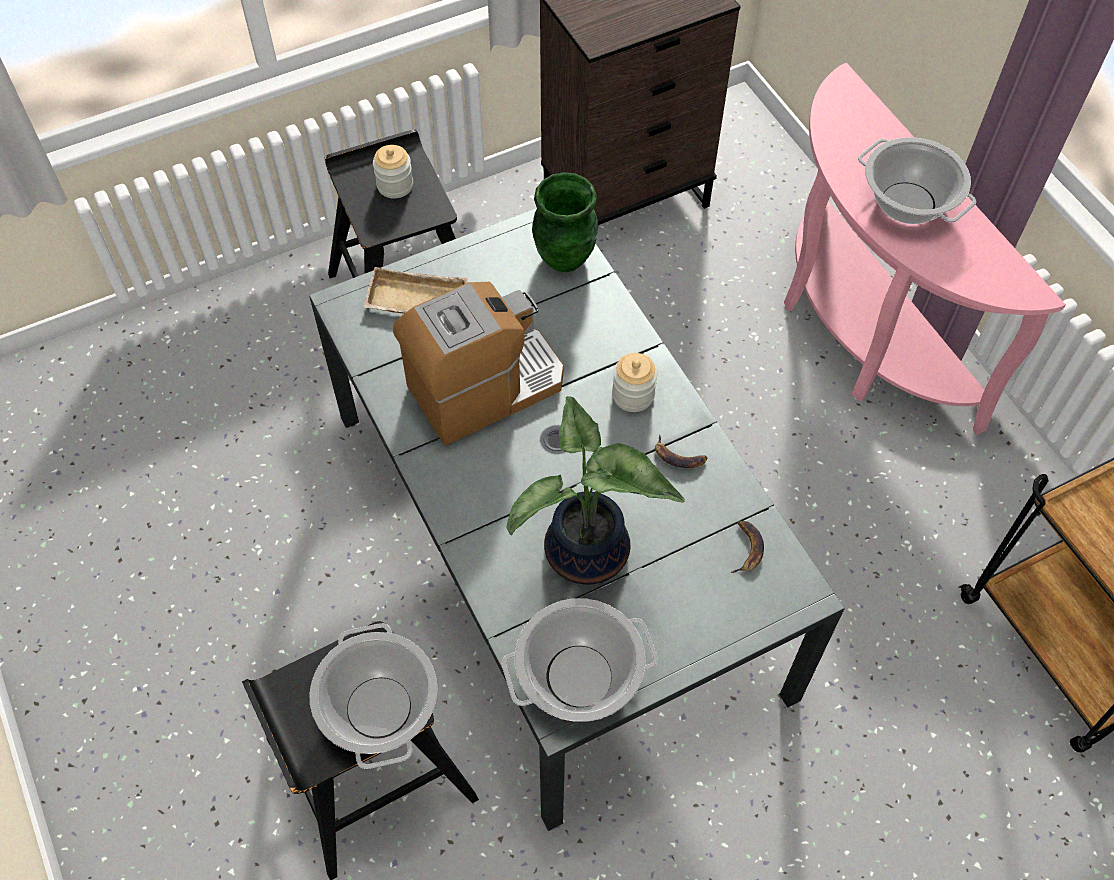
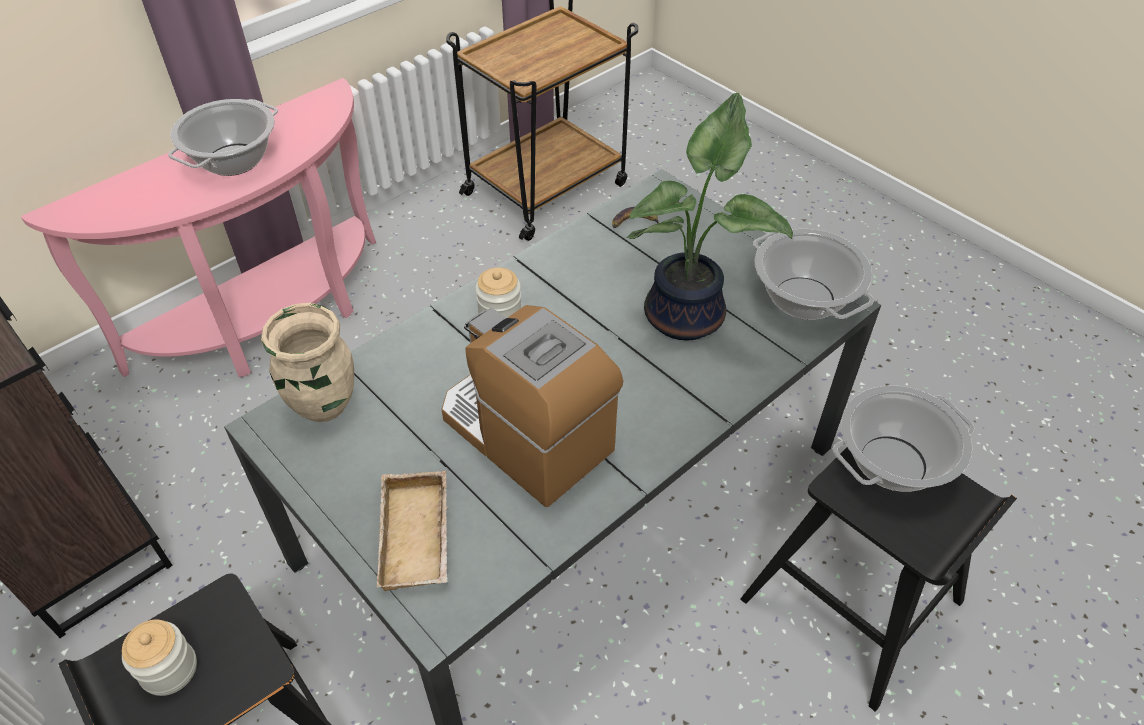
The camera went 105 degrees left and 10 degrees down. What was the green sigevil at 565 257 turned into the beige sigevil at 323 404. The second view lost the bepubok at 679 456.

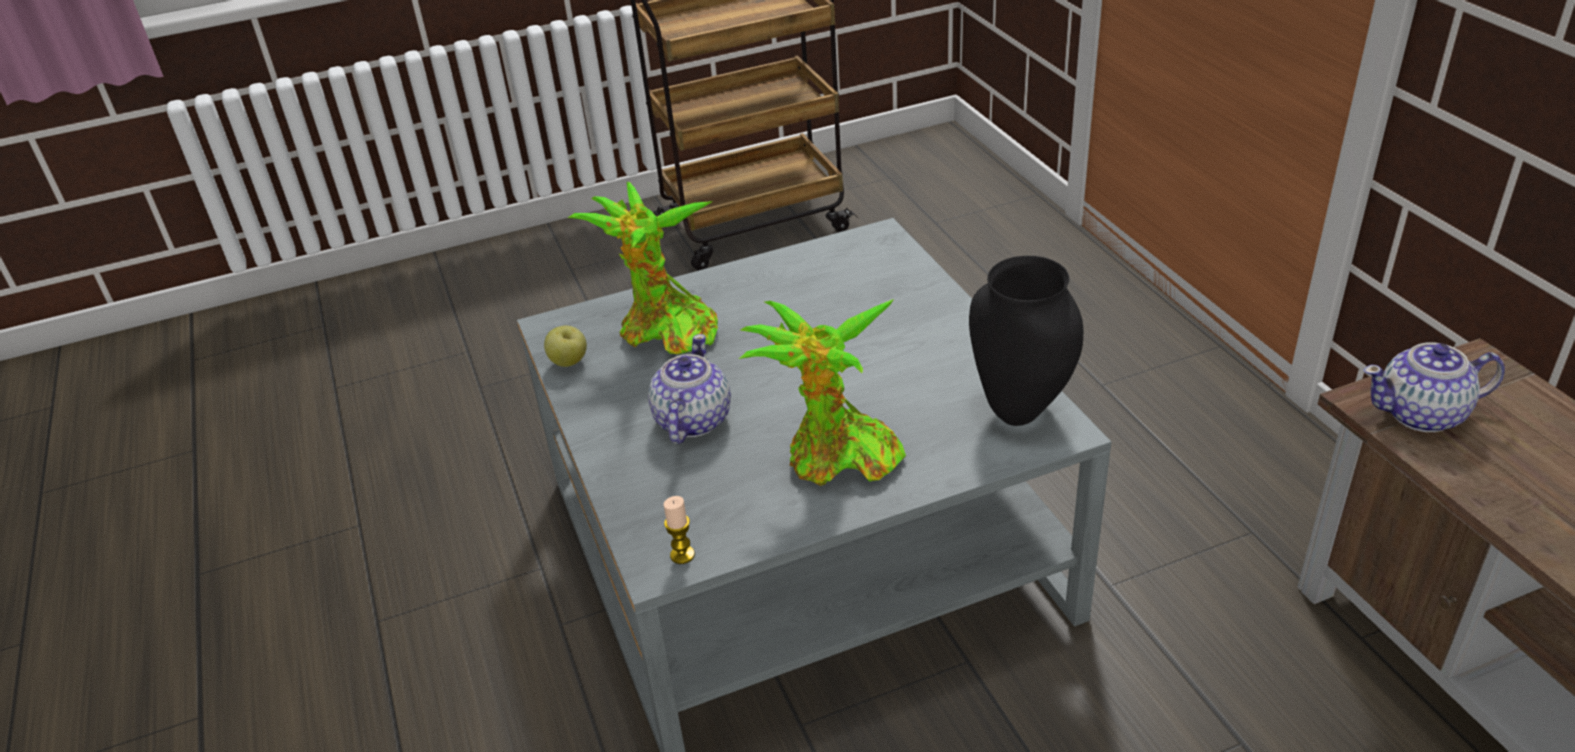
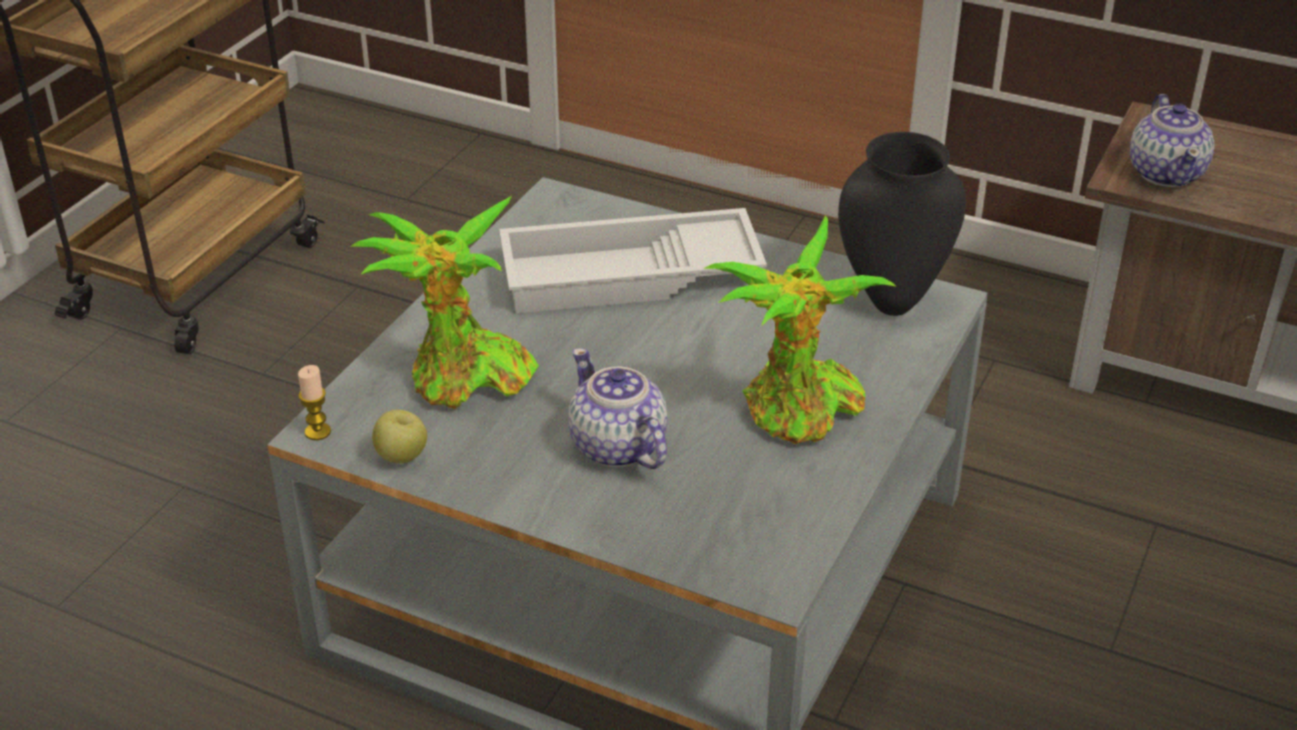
The camera went 45 degrees left and 0 degrees up. The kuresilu ended up elsewhere, having gone from 682 555 to 318 432. The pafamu at 1422 414 ended up facing another way, 45 degrees counterclockwise from before. The second view gained the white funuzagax at 629 277.

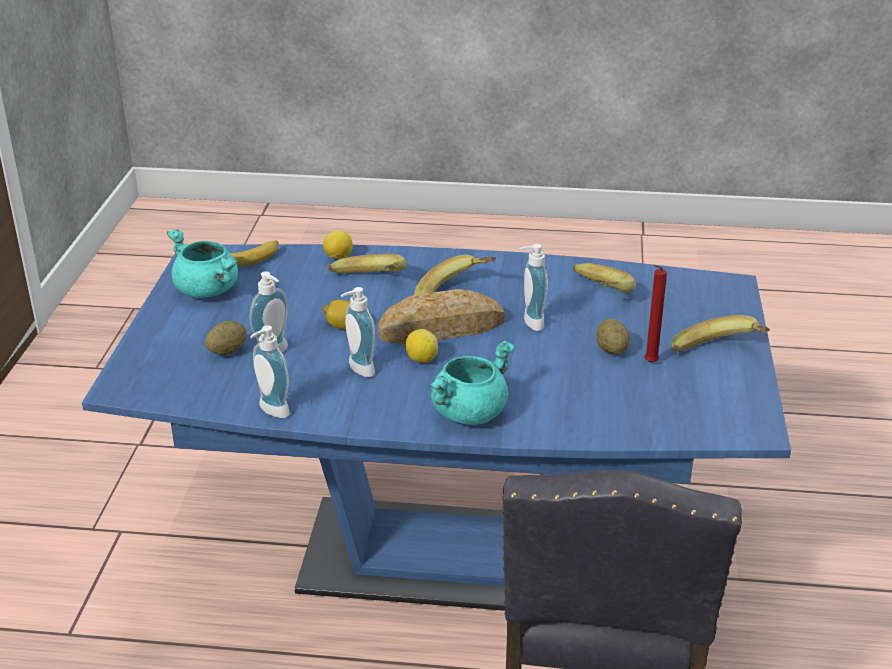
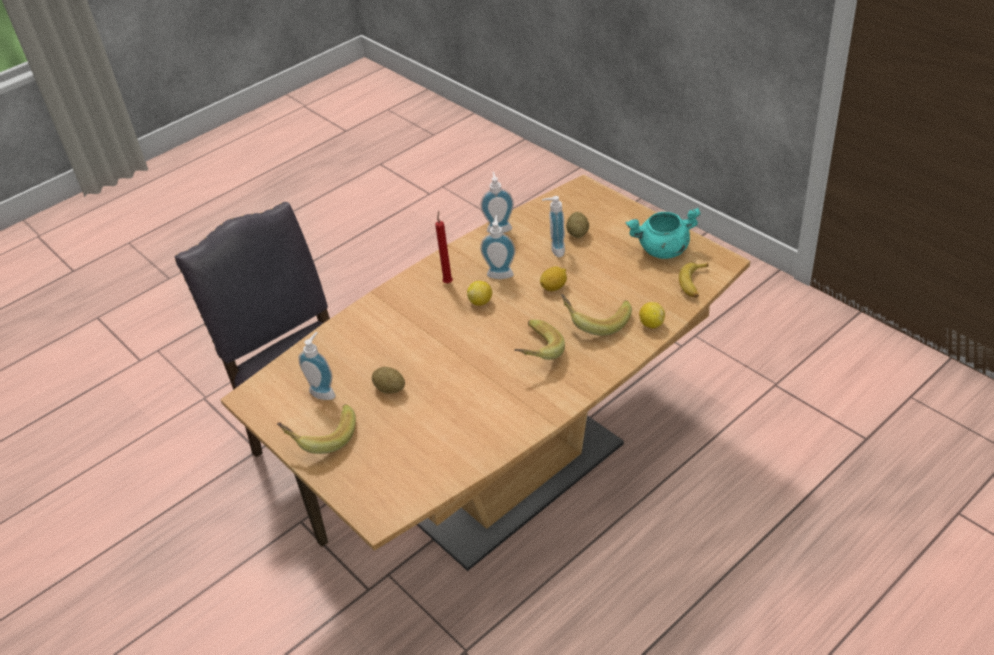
The camera went 135 degrees right and 10 degrees up. What was the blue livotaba at 445 557 turned into the brown livotaba at 512 476. The second view lost the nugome at 441 328. The second view lost the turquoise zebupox at 469 412. The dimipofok ended up elsewhere, having gone from 529 322 to 324 391. The second view lost the bepubok at 596 296. The red kuresilu ended up elsewhere, having gone from 649 363 to 448 282.

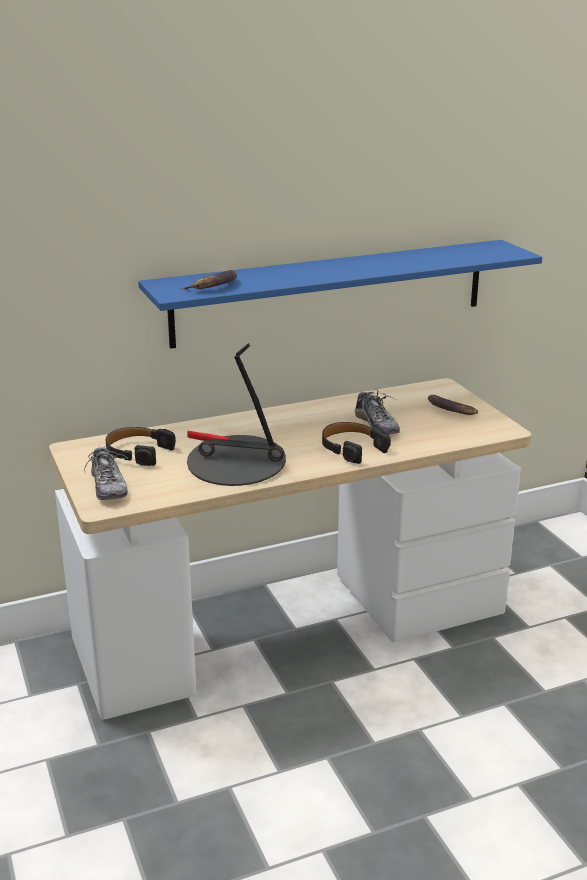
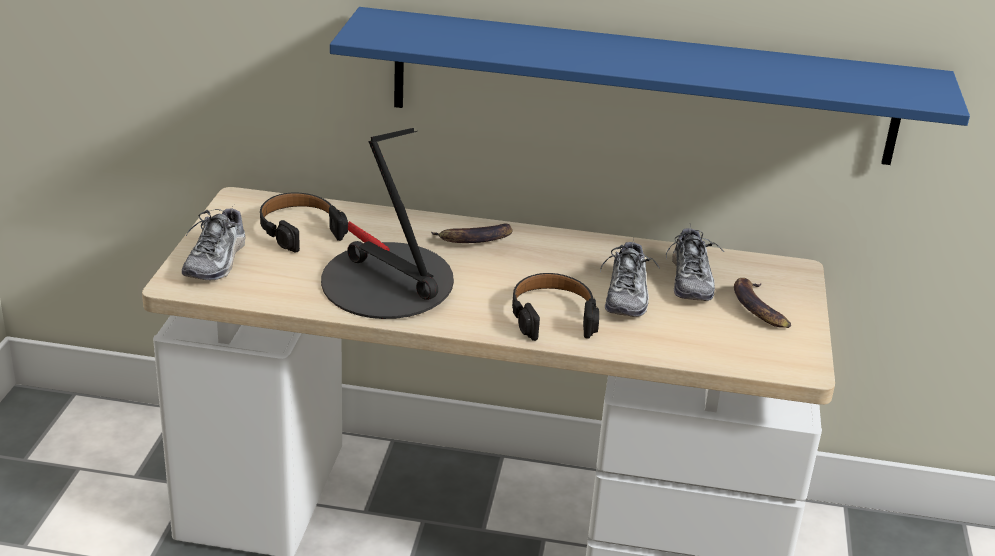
The camera went 30 degrees right and 5 degrees up. The bepubok ended up elsewhere, having gone from 215 286 to 474 240. The second view gained the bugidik at 690 281.

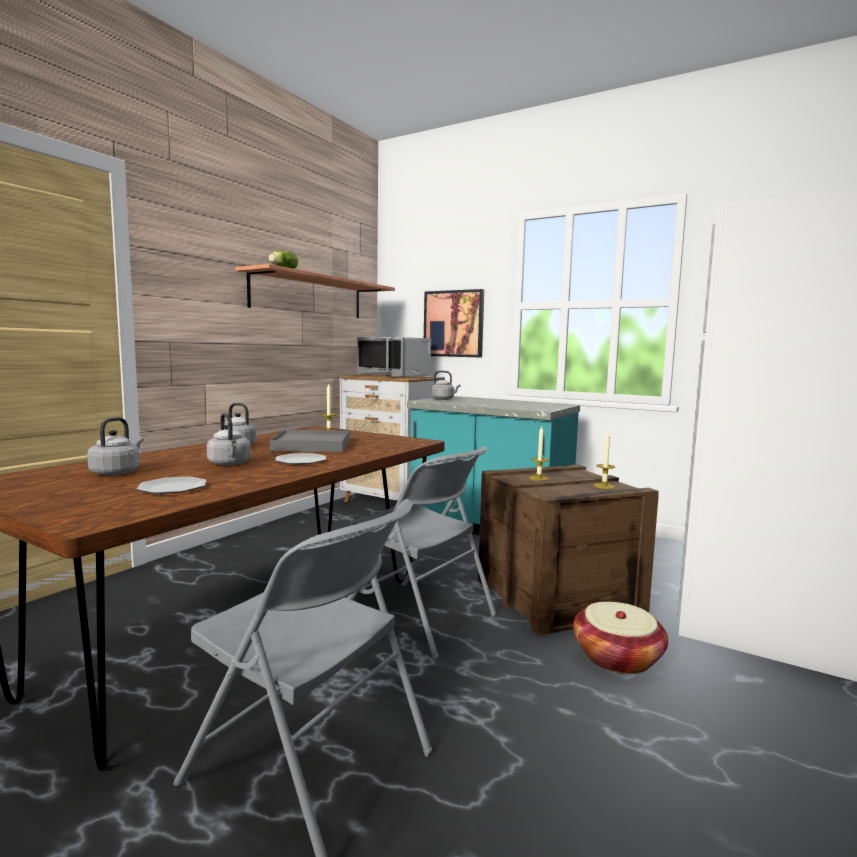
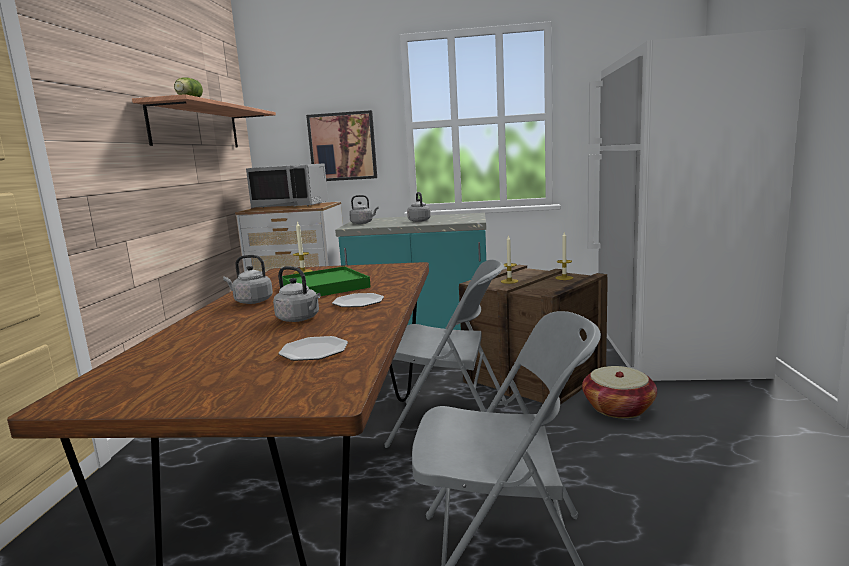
The camera went 25 degrees left and 5 degrees up. The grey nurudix ended up elsewhere, having gone from 117 472 to 419 221. What was the grey funuzagax at 312 445 turned into the green funuzagax at 325 287.

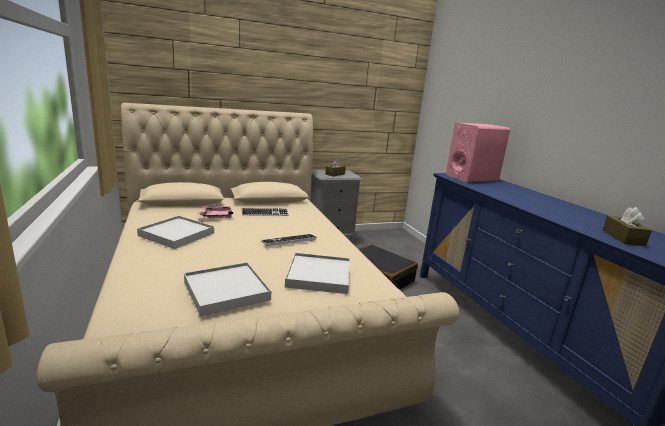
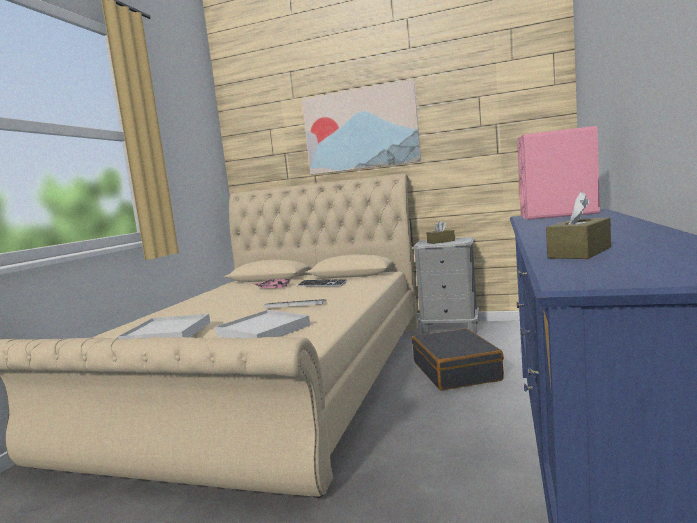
The camera went 40 degrees right and 10 degrees down. The second view lost the white funuzagax at 177 234. The second view gained the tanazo at 361 129.

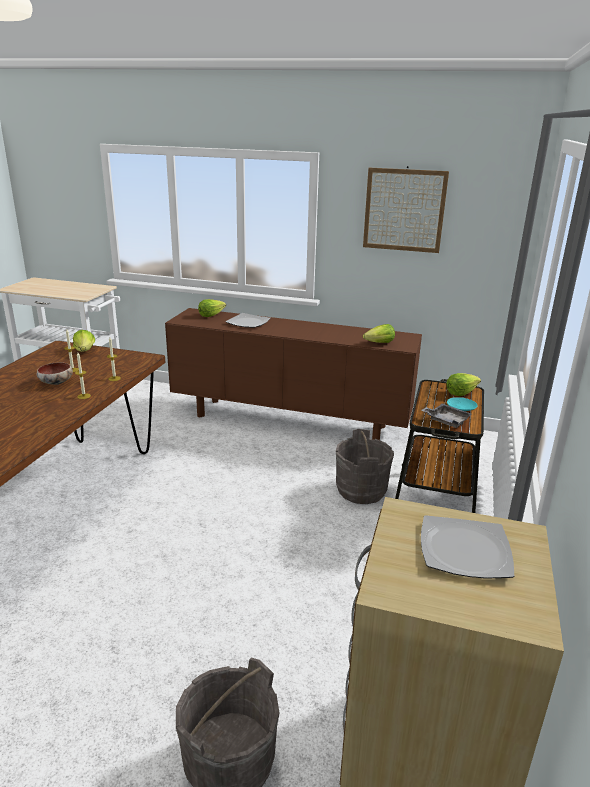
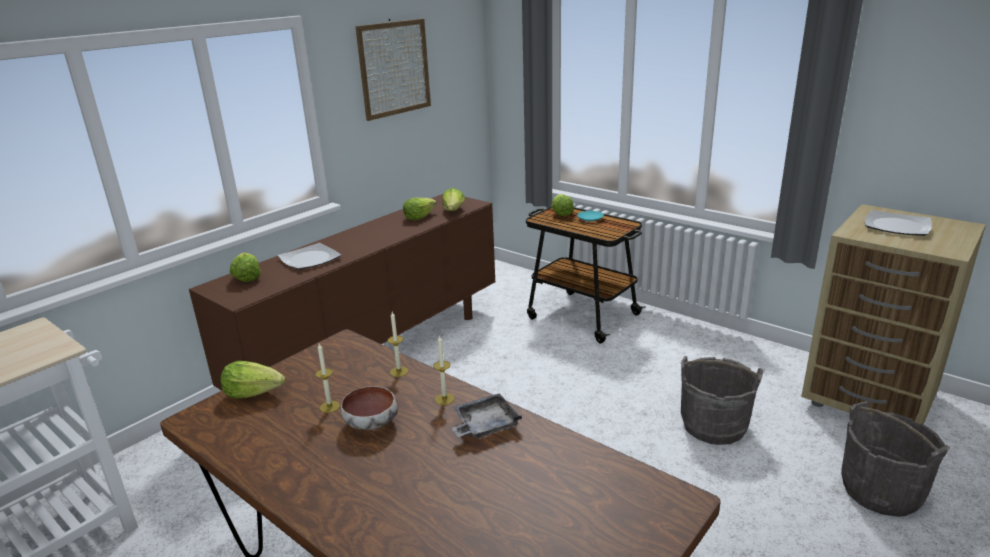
The camera went 65 degrees left and 0 degrees up. The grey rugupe ended up elsewhere, having gone from 361 490 to 713 426. The grey funuzagax ended up elsewhere, having gone from 446 420 to 484 425. The second view gained the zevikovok at 419 217.

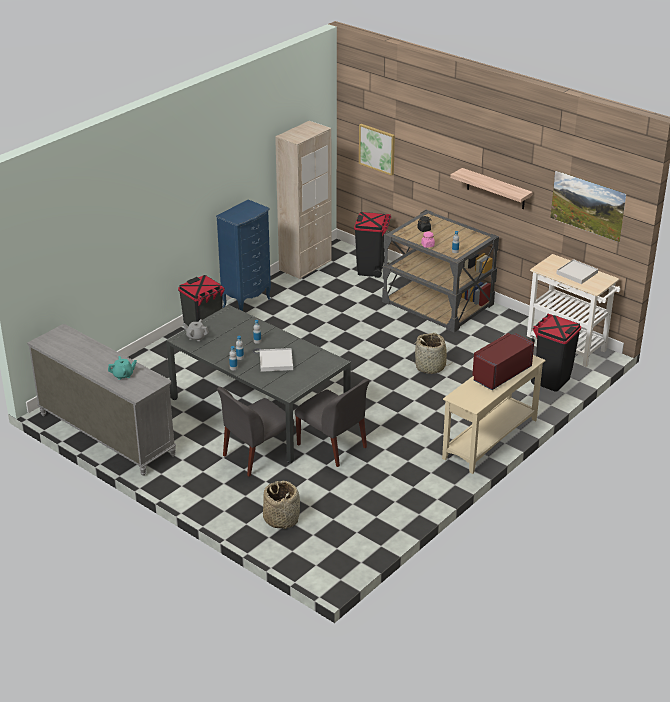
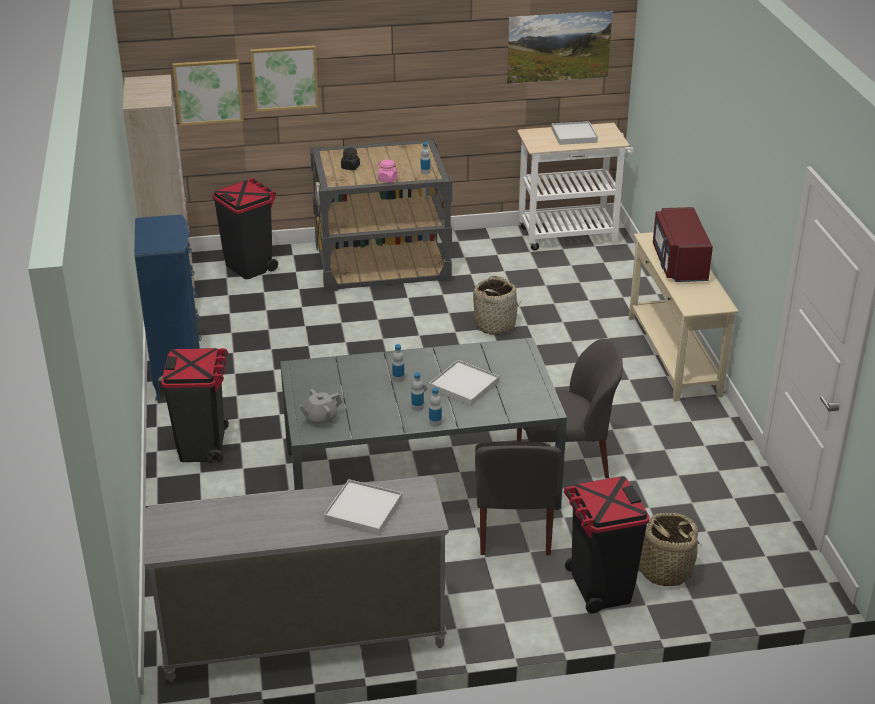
The camera went 50 degrees left and 0 degrees up. Where the turquoise pafamu stood at 123 375, the white funuzagax came to stand at 363 510. The second view lost the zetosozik at 496 189. The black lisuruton ended up elsewhere, having gone from 551 380 to 600 588. The second view gained the tanazo at 284 77.

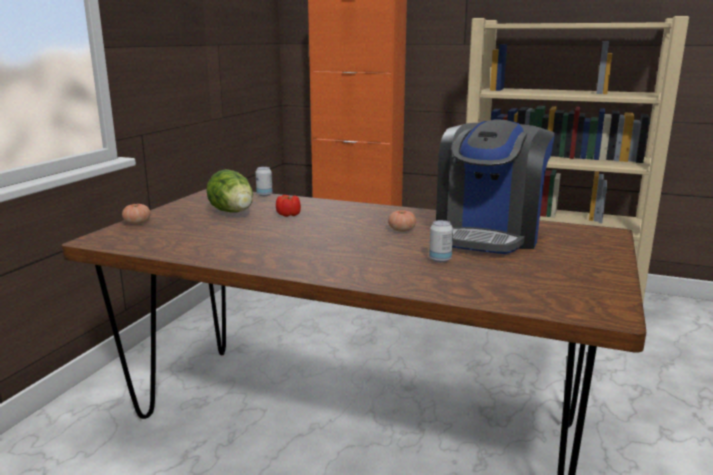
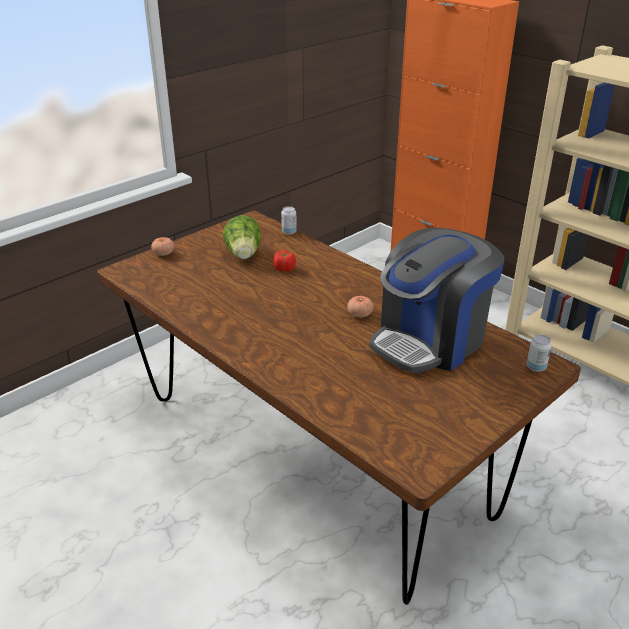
The camera went 25 degrees right and 15 degrees up. The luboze ended up elsewhere, having gone from 440 259 to 536 367.

